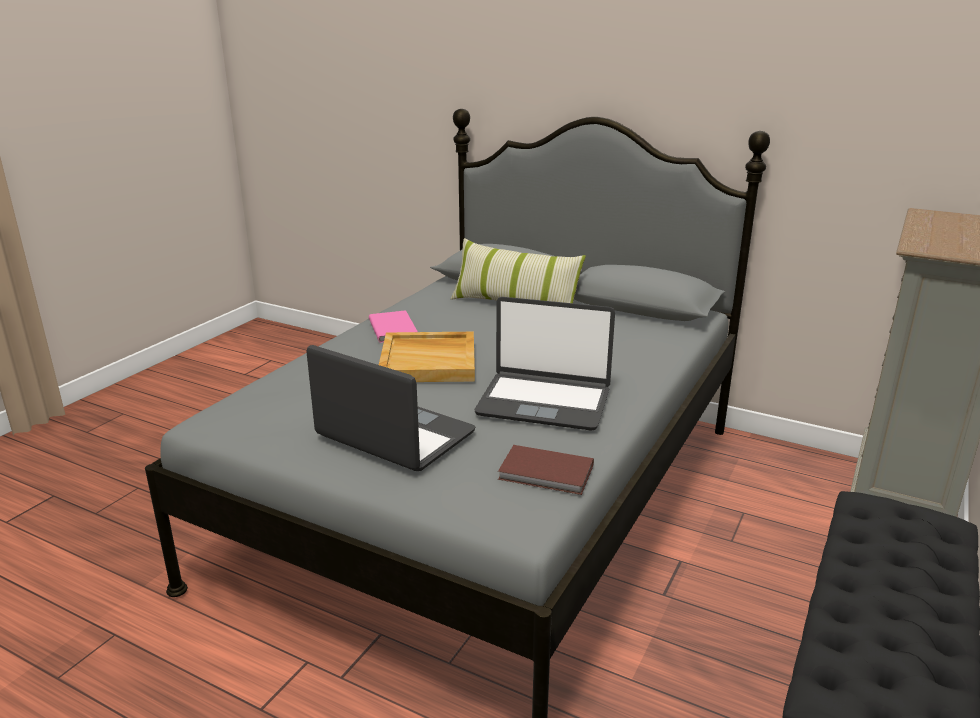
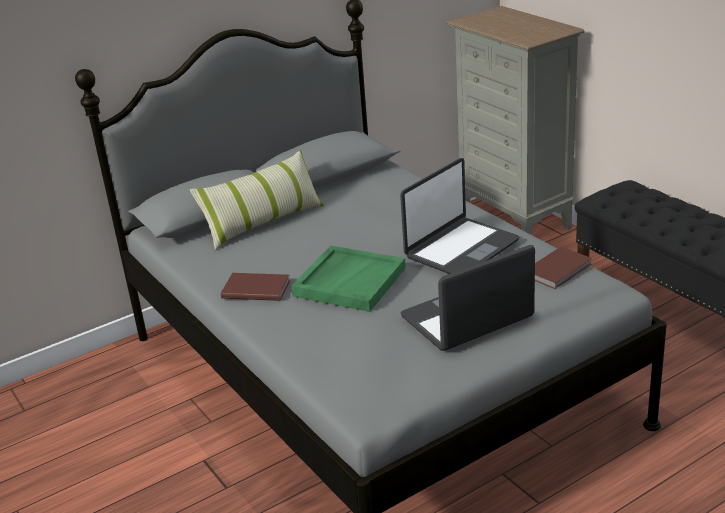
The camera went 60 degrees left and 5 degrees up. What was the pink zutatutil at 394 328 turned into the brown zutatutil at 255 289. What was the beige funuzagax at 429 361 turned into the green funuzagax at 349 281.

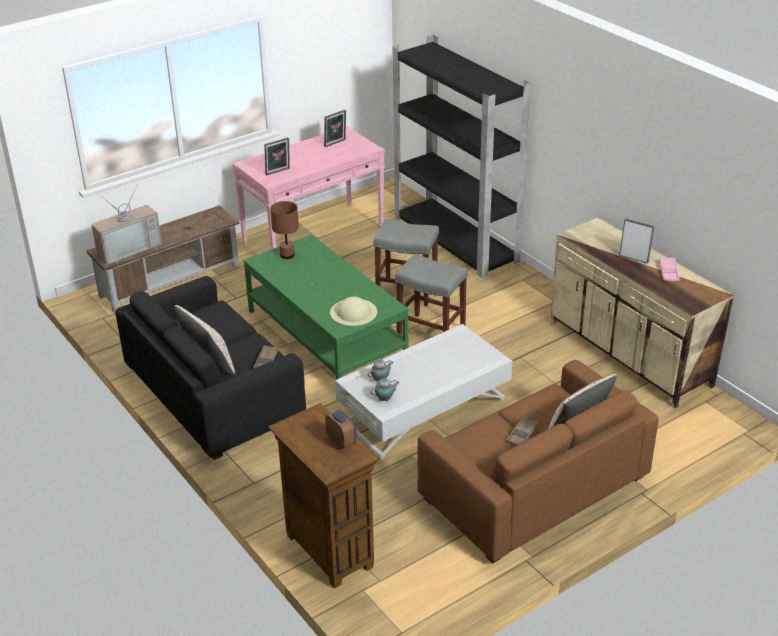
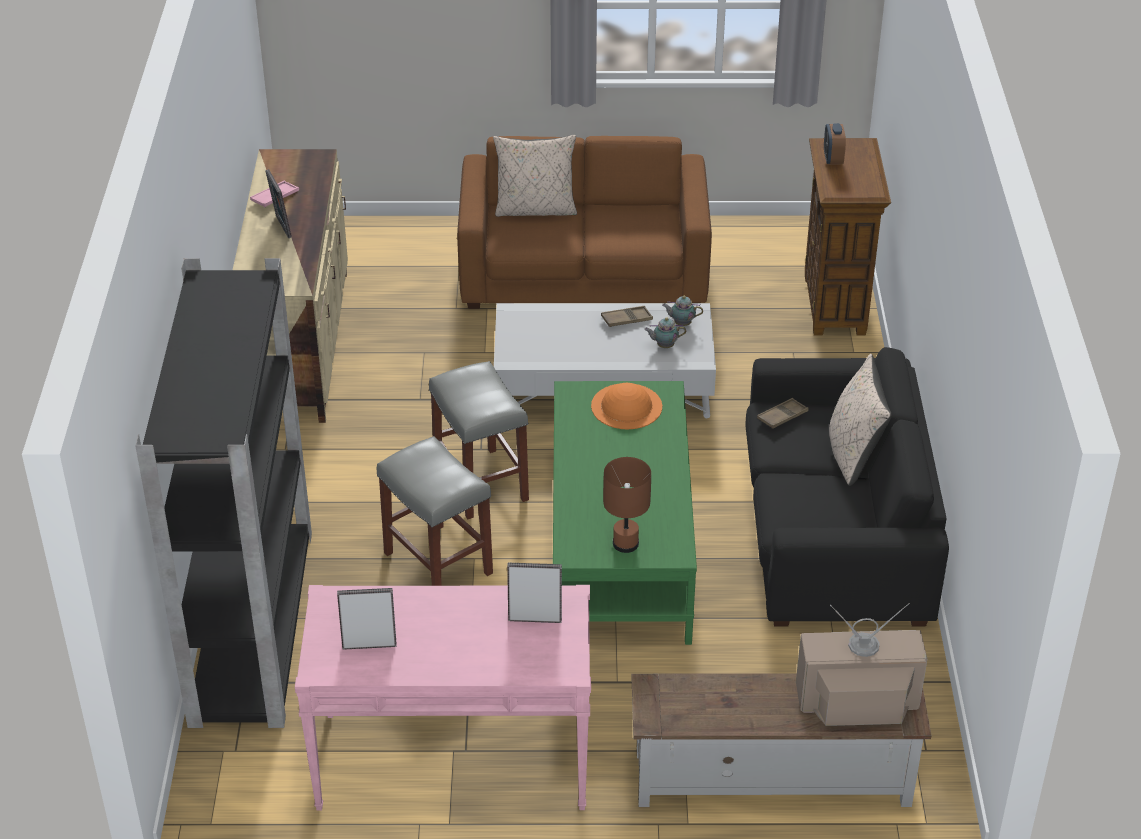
The camera went 145 degrees left and 5 degrees up. What was the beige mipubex at 353 312 turned into the orange mipubex at 626 406. The brown funuzagax ended up elsewhere, having gone from 522 434 to 626 319.

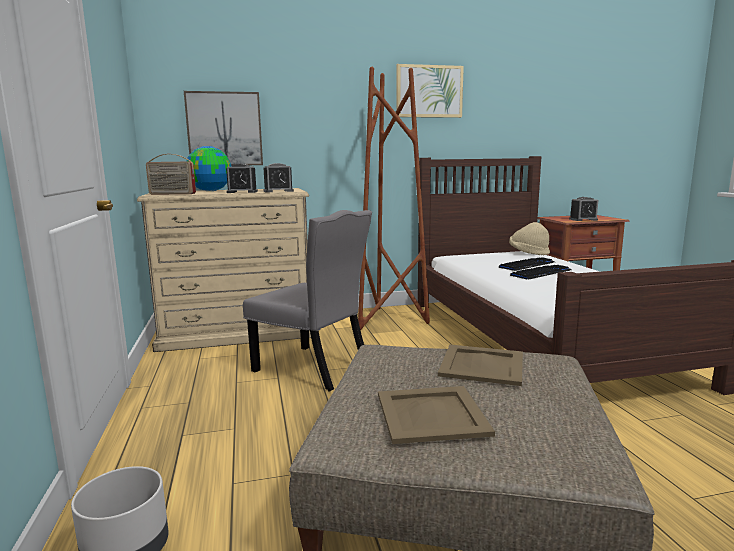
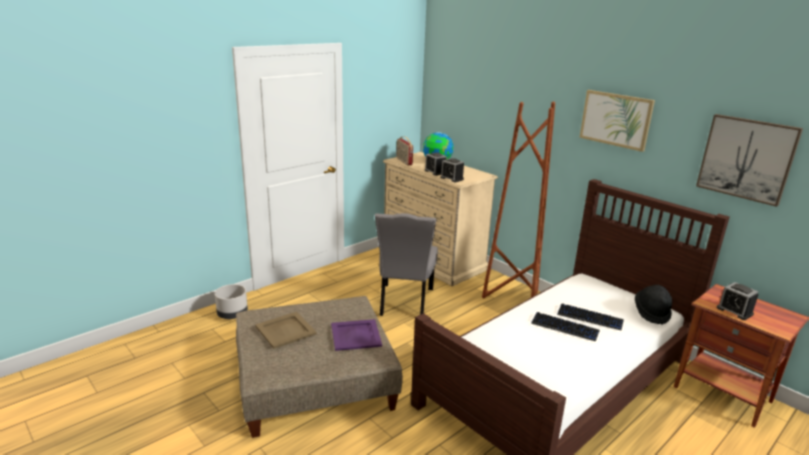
The camera went 60 degrees right and 10 degrees up. The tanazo ended up elsewhere, having gone from 224 129 to 746 158. What was the beige funuzagax at 482 365 turned into the purple funuzagax at 355 335. What was the beige mipubex at 528 253 turned into the black mipubex at 651 313.

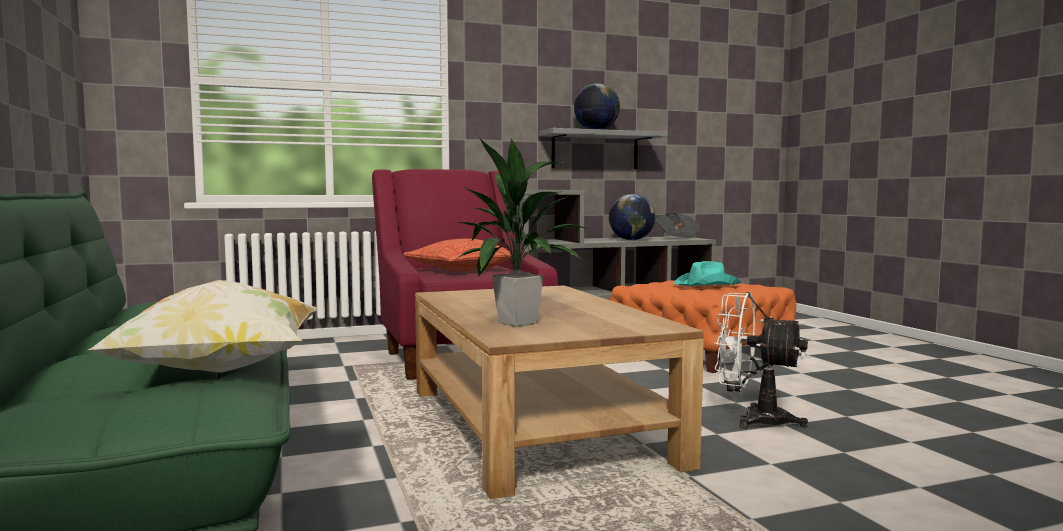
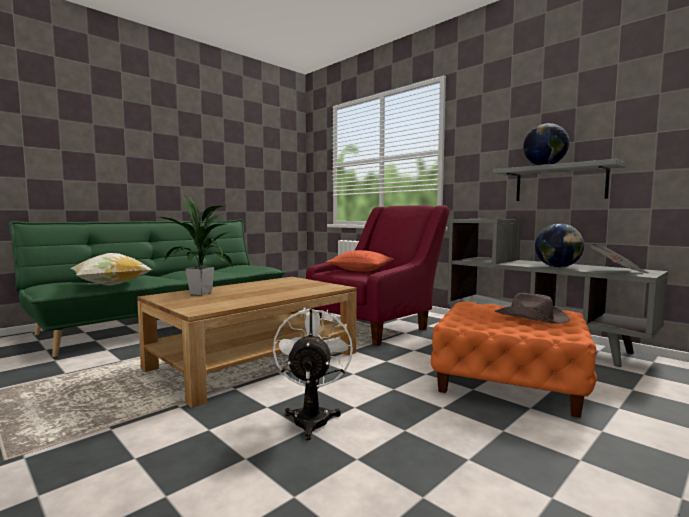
The camera went 65 degrees right and 0 degrees up. What was the turquoise mipubex at 707 285 turned into the brown mipubex at 531 317.

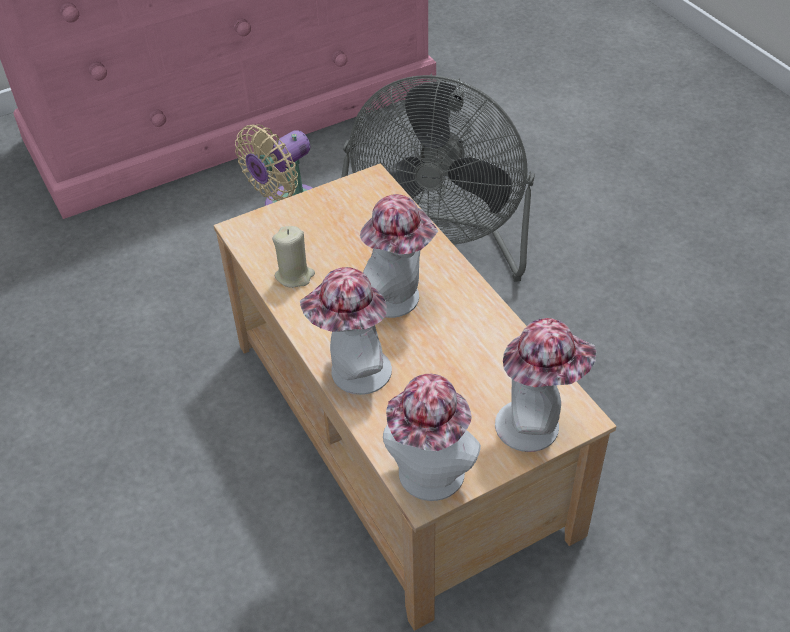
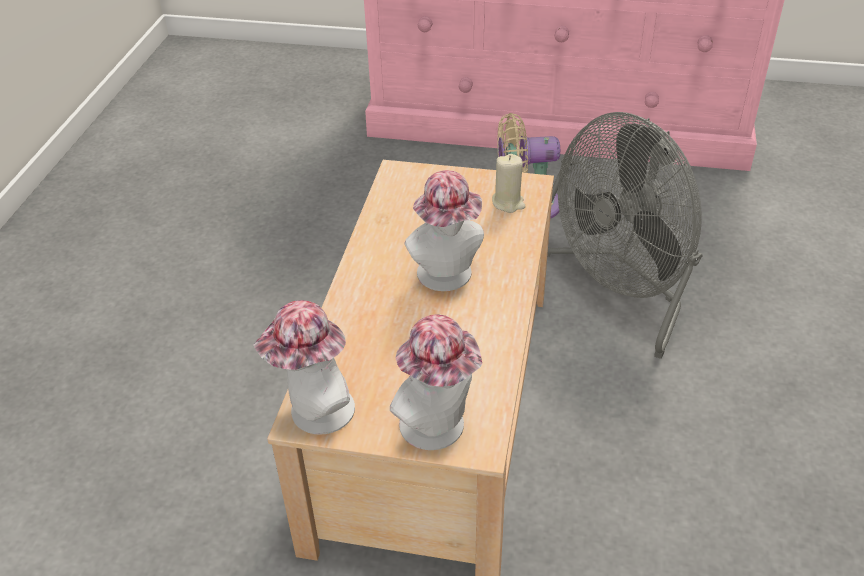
The camera went 40 degrees right and 5 degrees down. The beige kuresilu ended up elsewhere, having gone from 294 276 to 508 203. The second view lost the mipubex at 353 373.

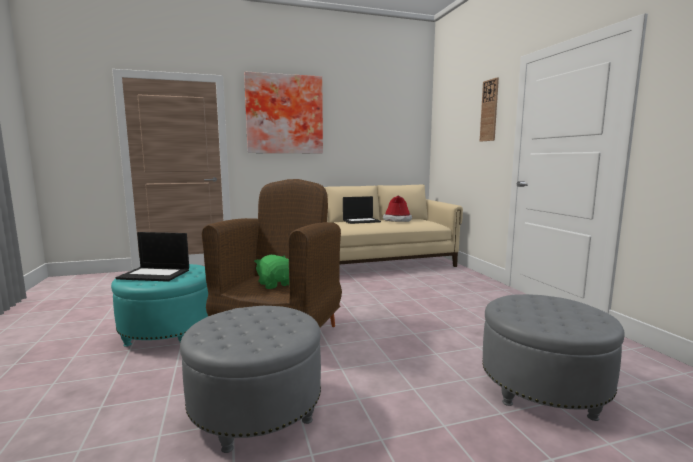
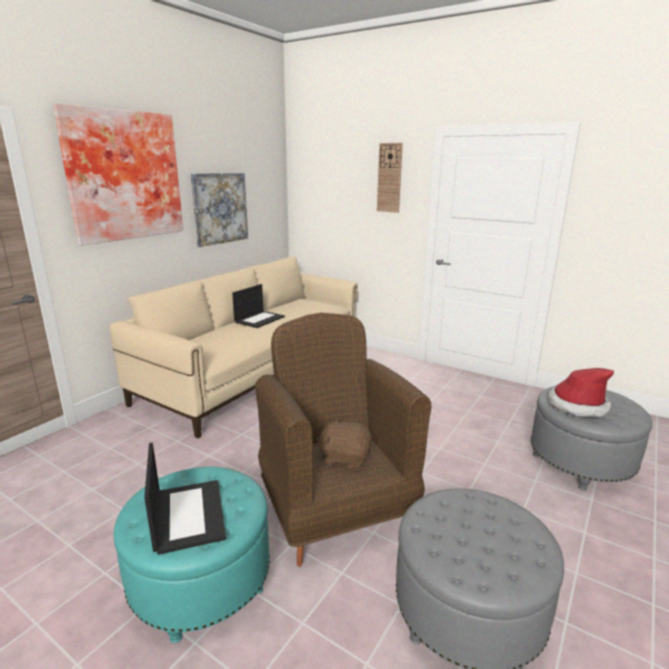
The camera went 40 degrees left and 10 degrees up. The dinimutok at 155 274 ended up facing another way, 75 degrees counterclockwise from before. What was the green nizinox at 275 284 turned into the brown nizinox at 345 458. The mipubex ended up elsewhere, having gone from 397 220 to 577 405. The second view gained the tanazo at 220 208.

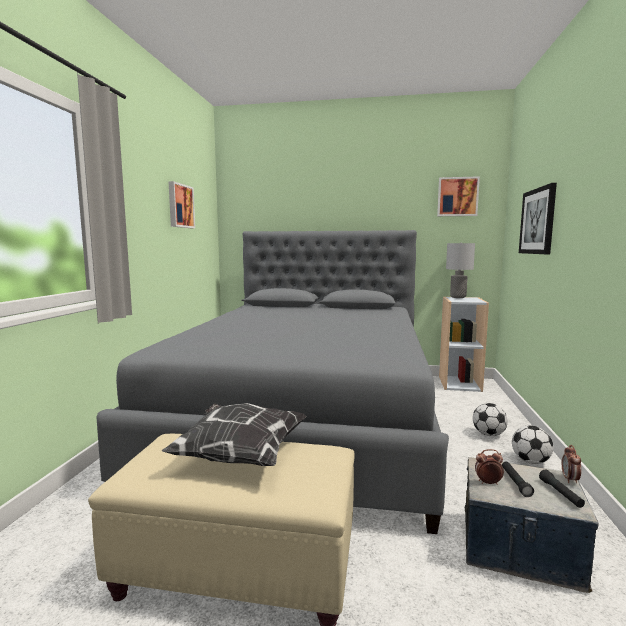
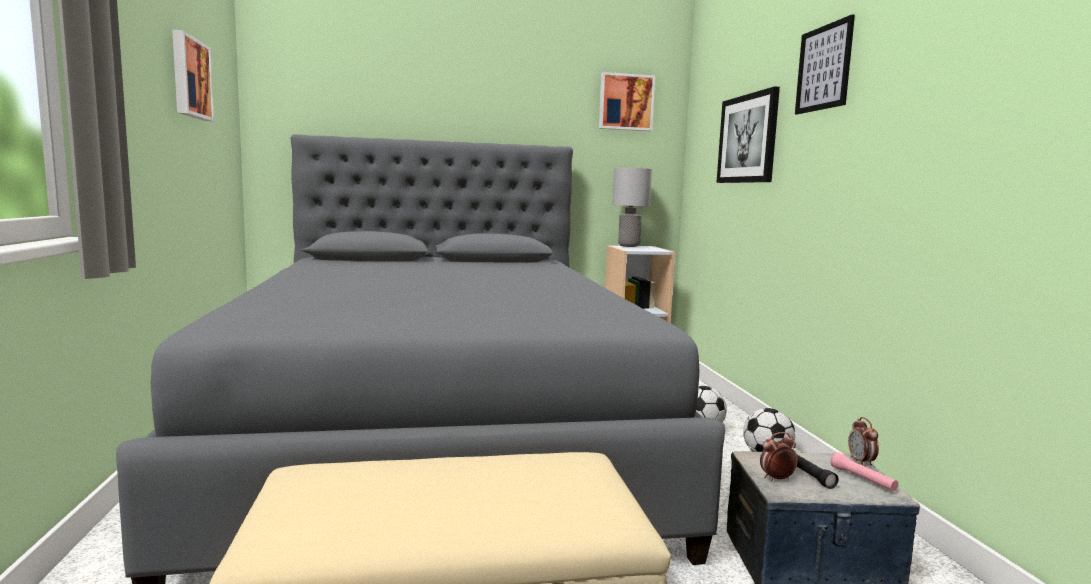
The camera went 20 degrees left and 0 degrees up. The second view lost the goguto at 239 455. What was the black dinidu at 560 494 turned into the pink dinidu at 862 479. The second view gained the tanazo at 824 68.

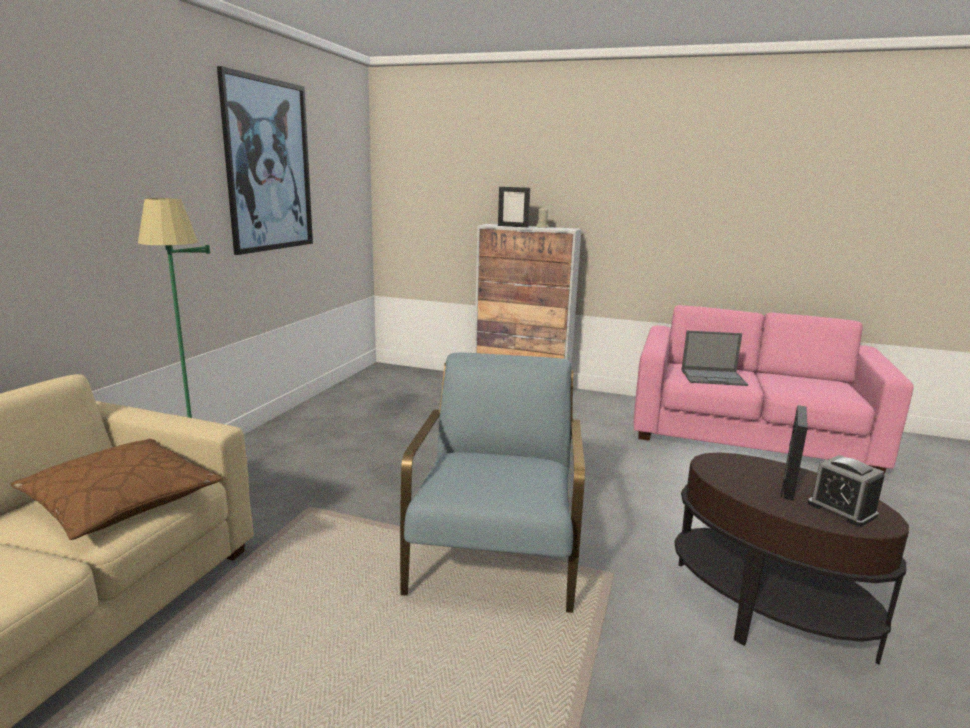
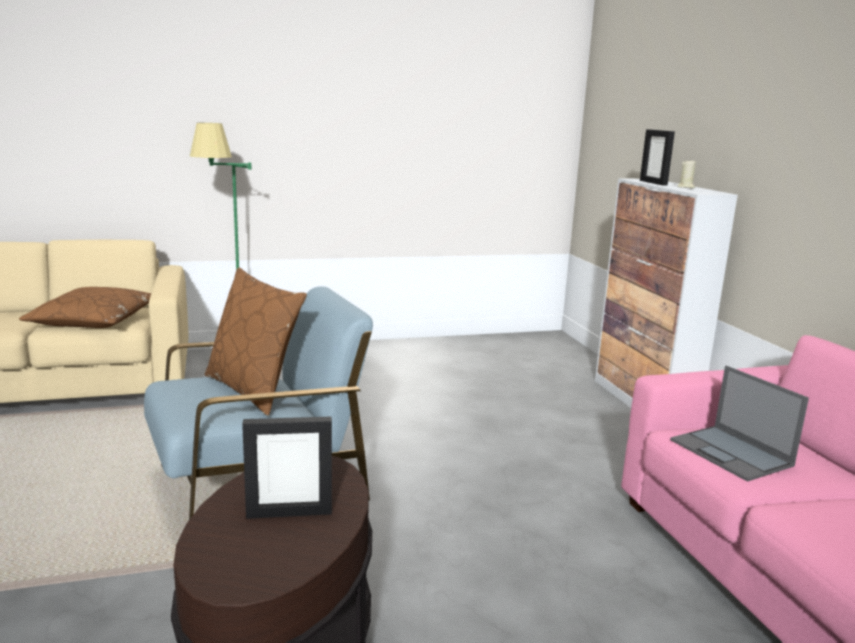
The camera went 55 degrees right and 0 degrees up. The second view lost the tanazo at 269 166. The second view lost the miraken at 841 510. The second view gained the brown goguto at 254 389.

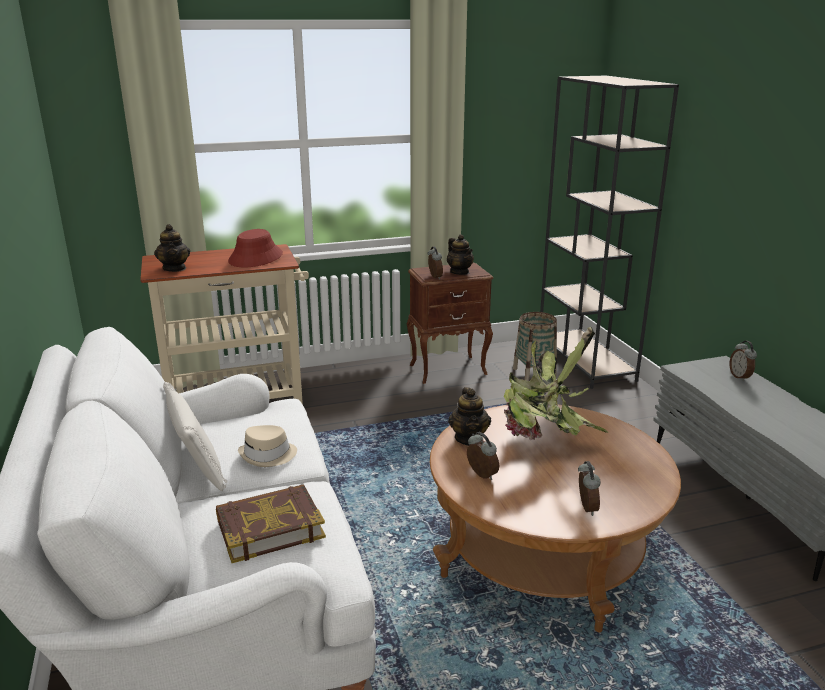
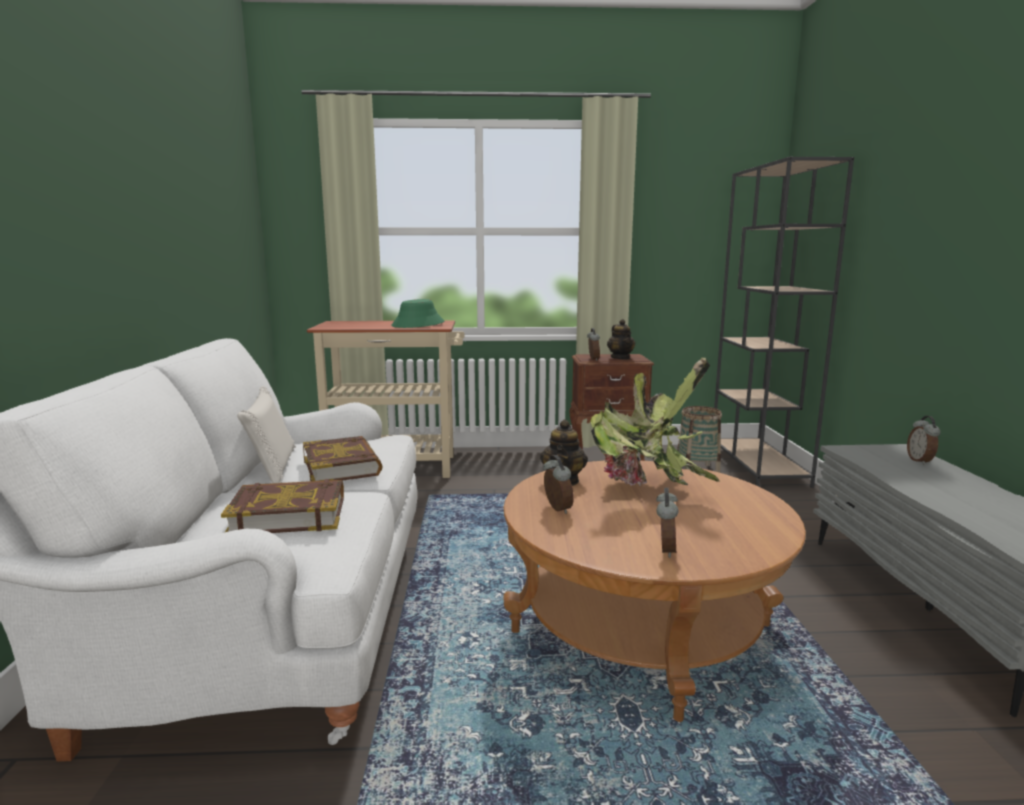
The camera went 15 degrees right and 10 degrees down. The second view lost the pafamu at 175 268. What was the red mipubex at 256 258 turned into the green mipubex at 418 324. Where the beige mipubex stood at 268 455, the zutatutil came to stand at 342 466.

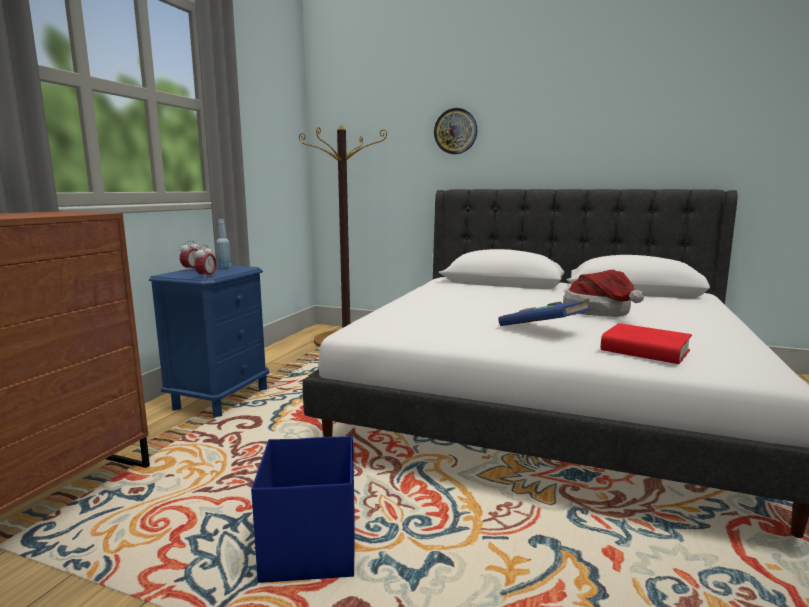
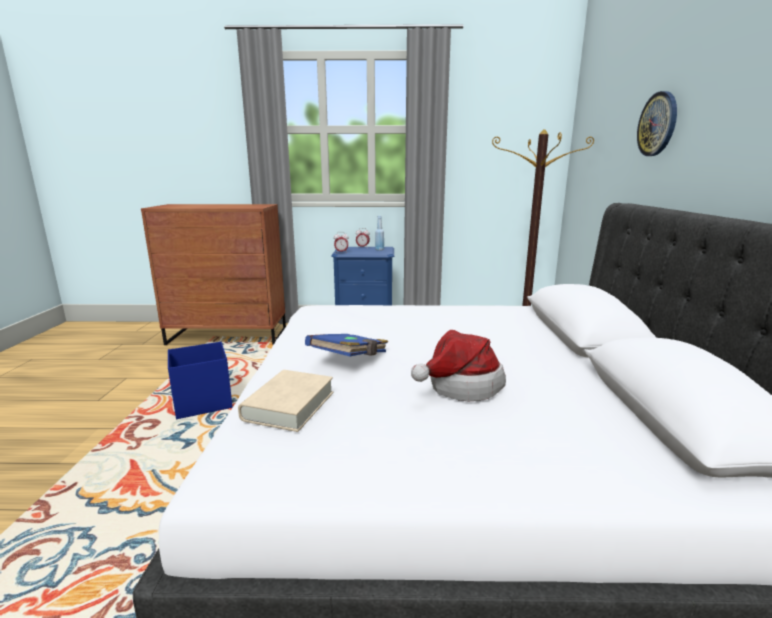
The camera went 70 degrees right and 5 degrees up. What was the red zutatutil at 645 351 turned into the beige zutatutil at 289 406.

